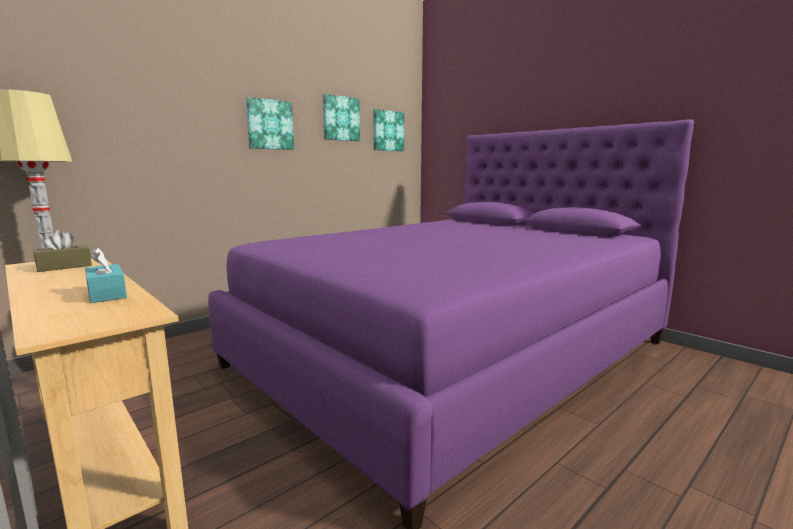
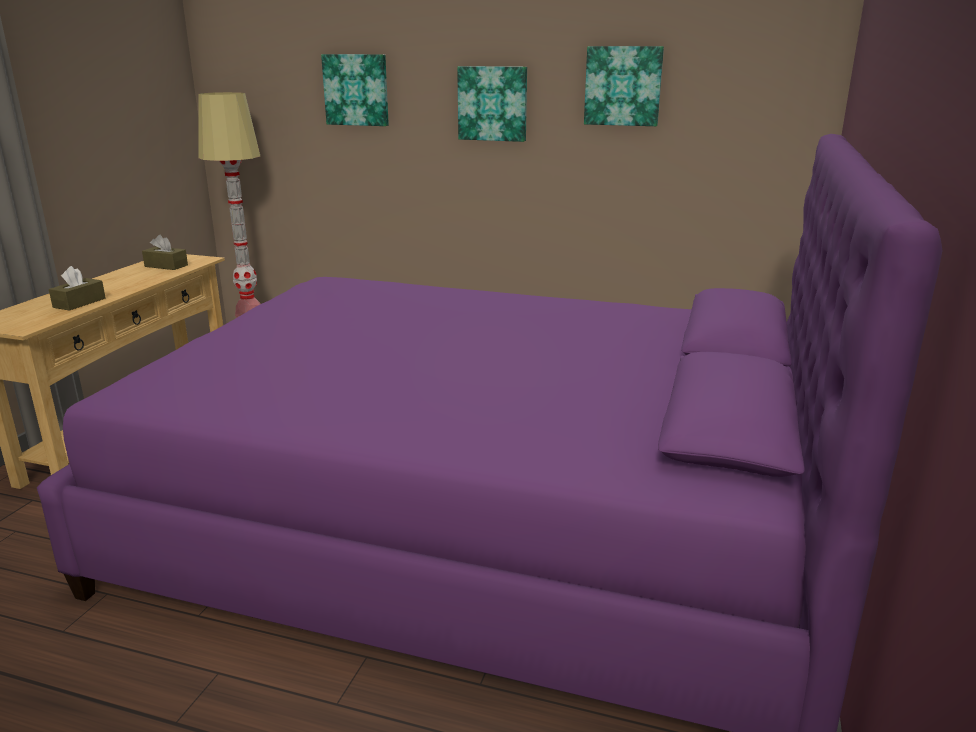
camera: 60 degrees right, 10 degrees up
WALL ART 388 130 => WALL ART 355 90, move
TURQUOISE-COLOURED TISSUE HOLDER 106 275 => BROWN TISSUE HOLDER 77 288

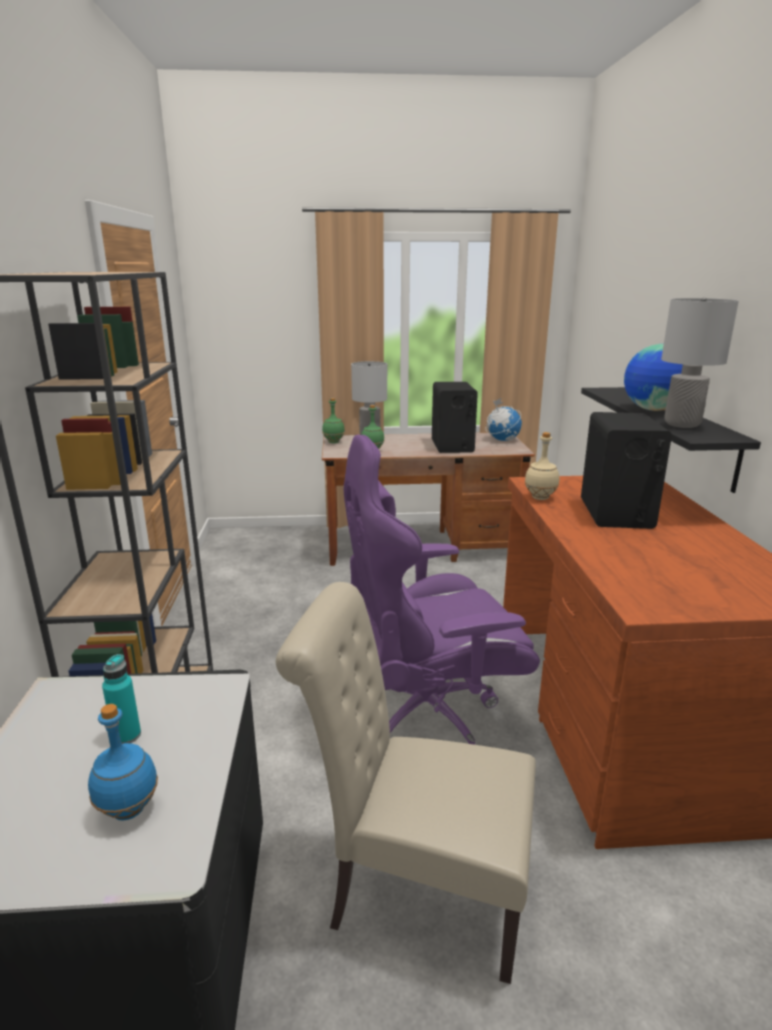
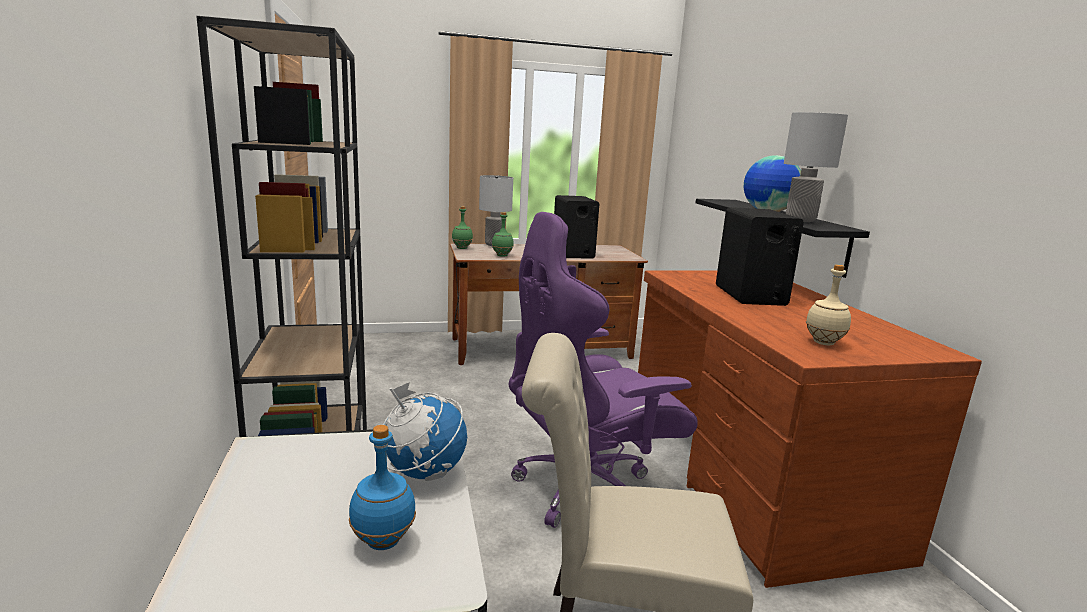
camera: 10 degrees left, 5 degrees down
WORLD GLOBE 504 419 => WORLD GLOBE 425 431, move
BEIGE DRINK BOTTLE 542 466 => BEIGE DRINK BOTTLE 828 304, move
TURQUOISE-COLOURED DRINK BOTTLE 121 699 => nothing

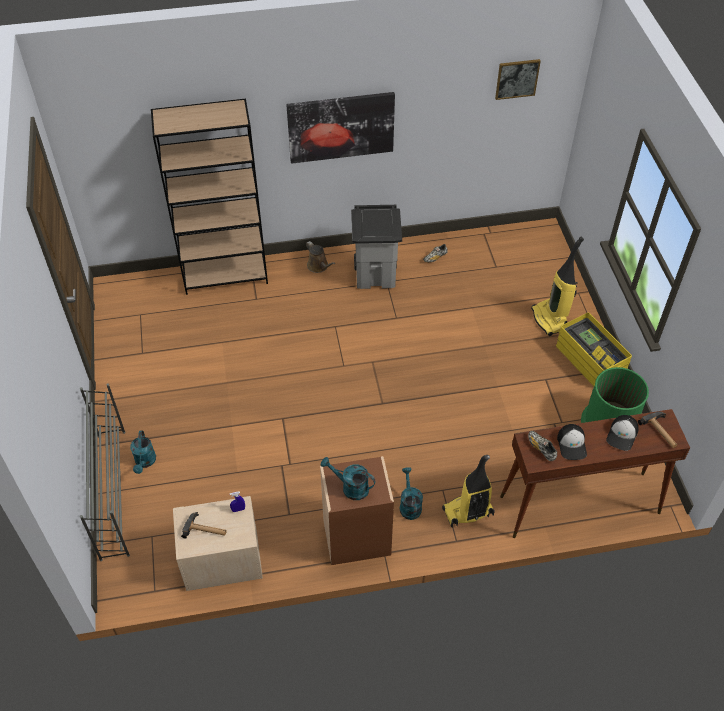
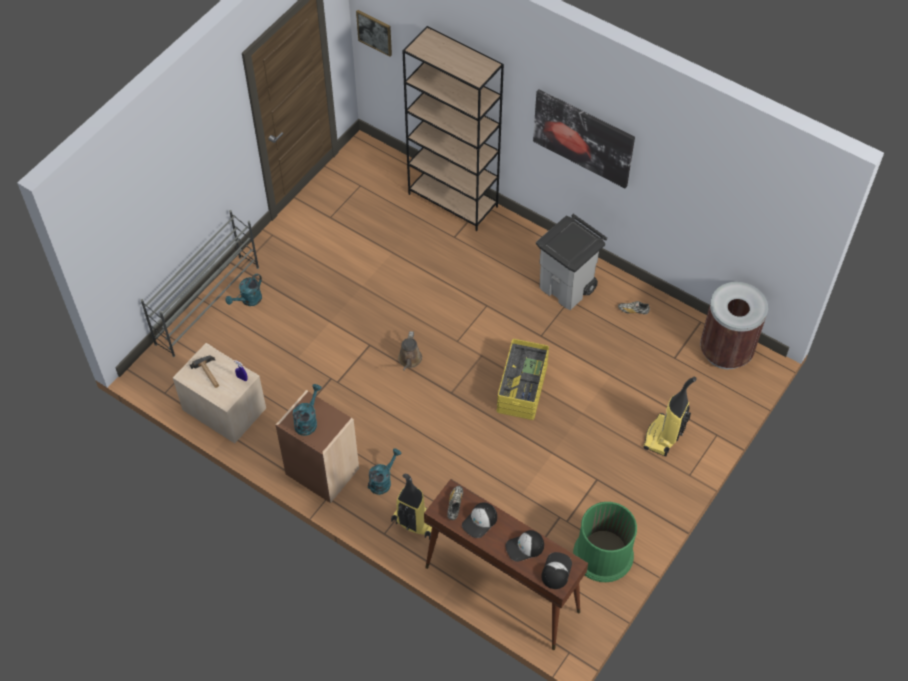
camera: 45 degrees right, 5 degrees up
WALL ART 518 79 => WALL ART 374 33, move
BROWN WATERING POT 320 257 => BROWN WATERING POT 410 351, move
YELLOW-COLOURED STORAGE CONTAINER 594 349 => YELLOW-COLOURED STORAGE CONTAINER 523 379, move
TOOL HAMMER 657 430 => PEAKED CAP 556 570
TURQUOISE-COLOURED WATERING POT 348 478 => TURQUOISE-COLOURED WATERING POT 307 410, 45 degrees clockwise
nothing => BROWN RUBBISH BIN 734 325

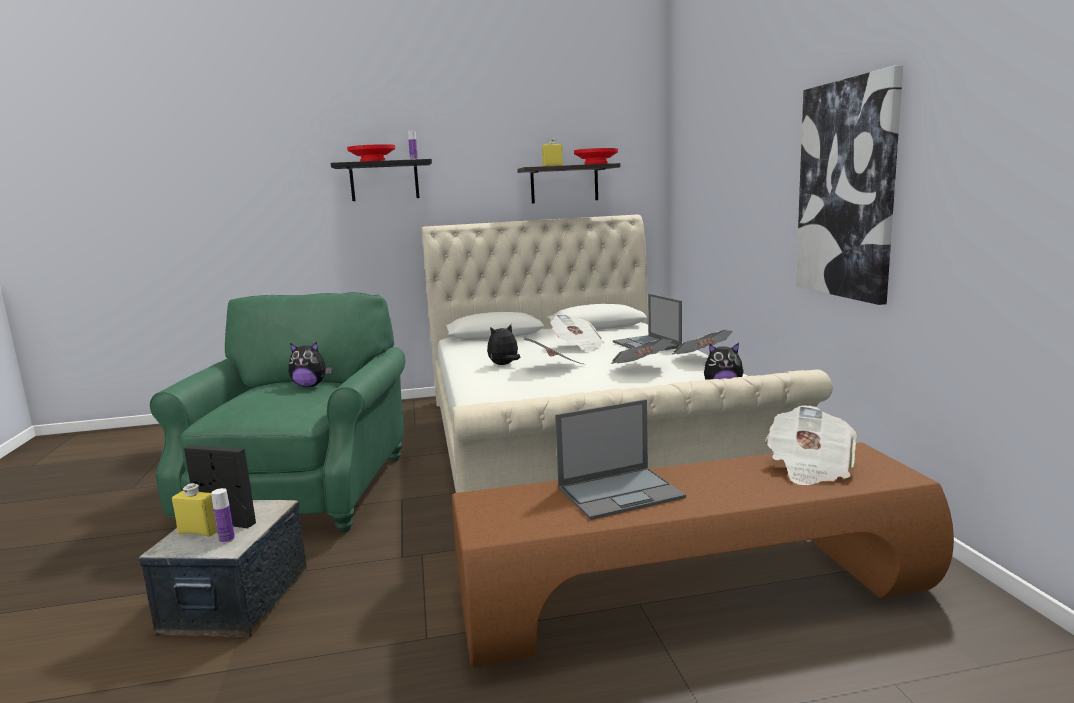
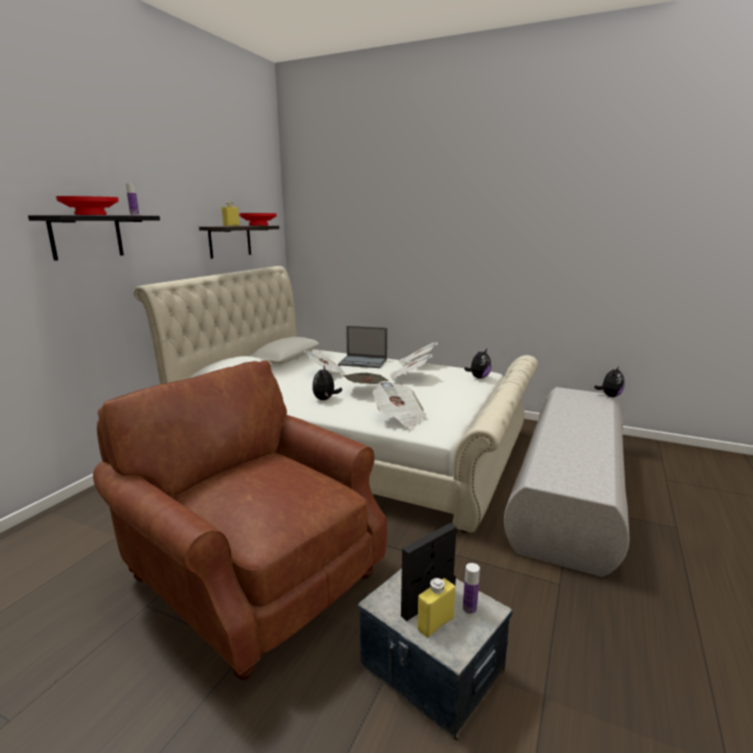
camera: 55 degrees left, 5 degrees up
WALL ART 849 185 => nothing
GREENISH EASY CHAIR 277 412 => BROWN EASY CHAIR 240 520
PLUSH TOY 310 364 => PLUSH TOY 609 381, move
PORTABLE COMPUTER 620 459 => nothing
PRINTED PAPER 811 445 => PRINTED PAPER 399 404, move
BROWN INDOOR BENCH 703 554 => GREY INDOOR BENCH 566 482

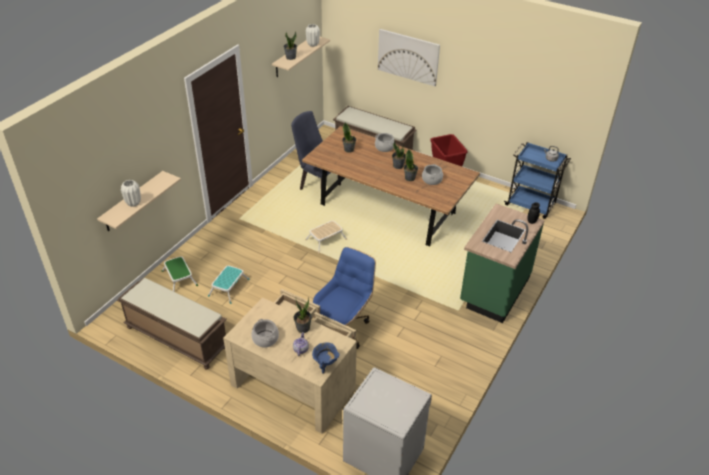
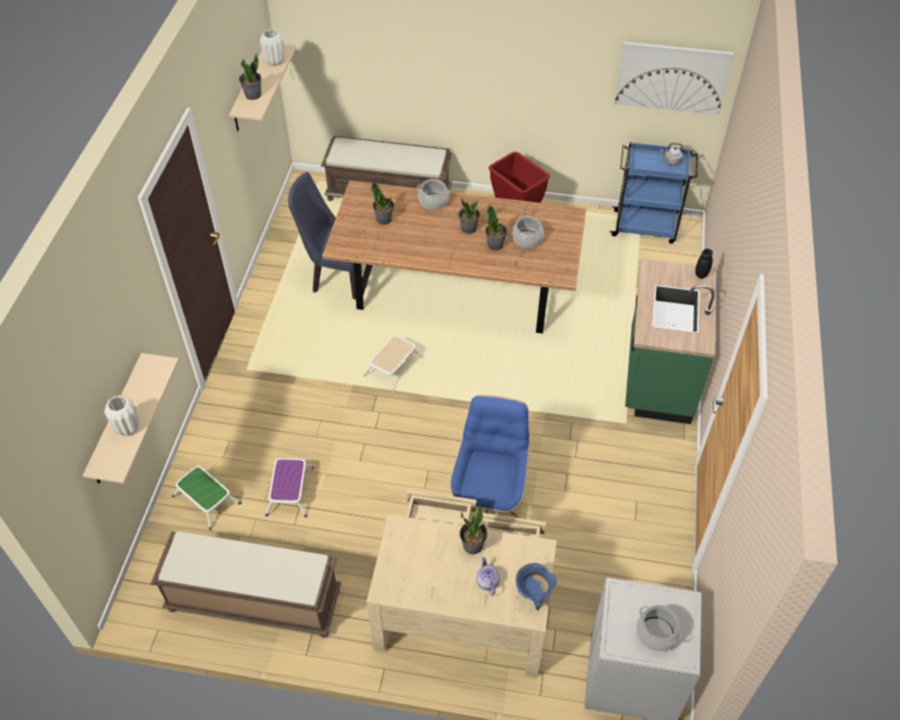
camera: 20 degrees left, 10 degrees up
WALL ART 409 57 => WALL ART 674 78, move
TURQUOISE-COLOURED STEP LADDER 229 284 => PURPLE STEP LADDER 289 488
COOKING POT 265 333 => COOKING POT 658 628, move

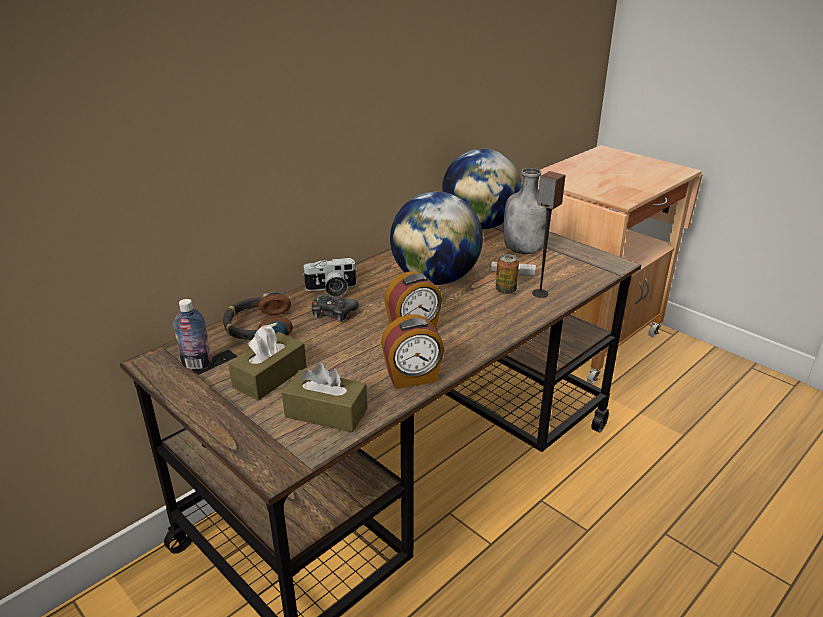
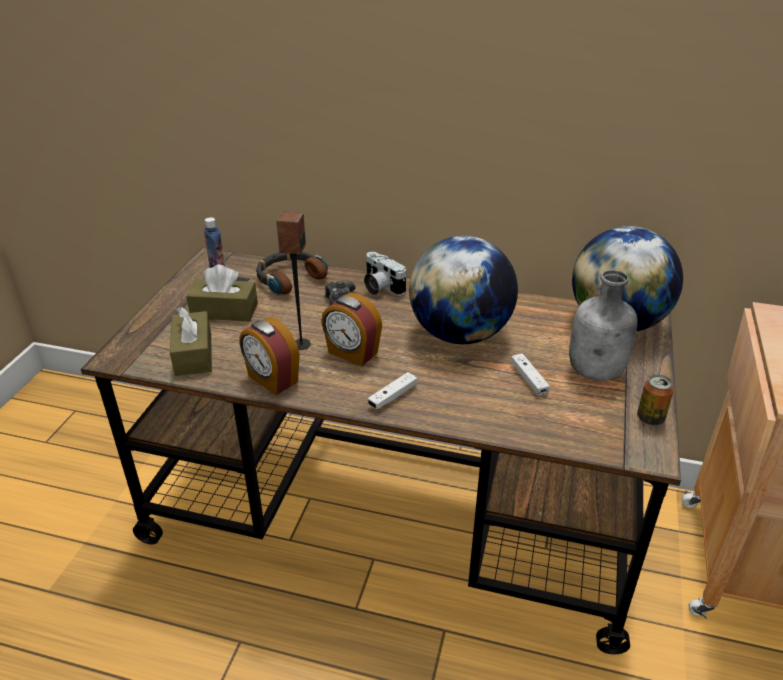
camera: 60 degrees right, 5 degrees up
SPEAKER 548 234 => SPEAKER 293 280, move
CAN 507 274 => CAN 655 399, move
nothing => WHITE JOYPAD 392 390

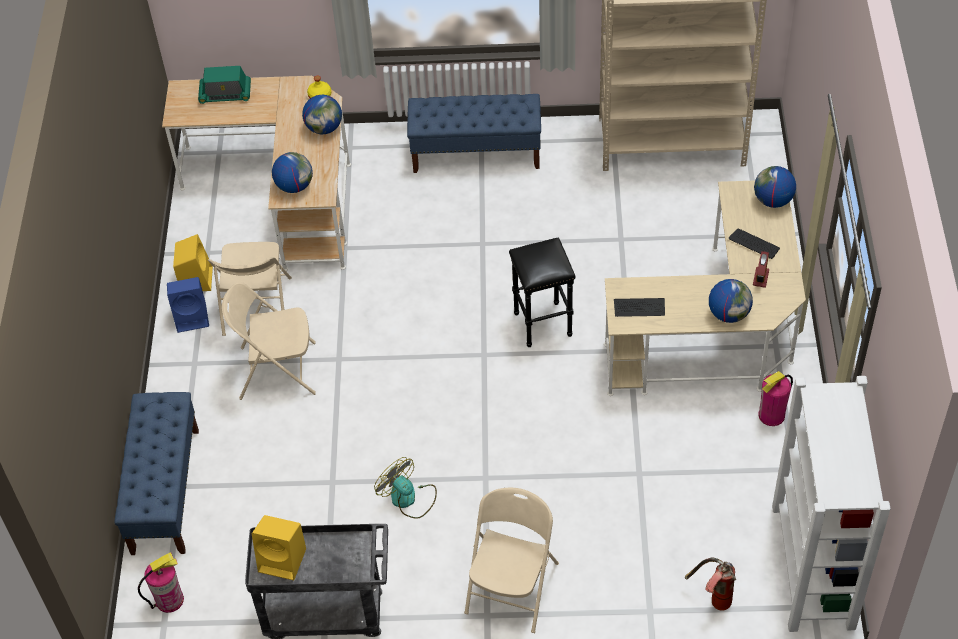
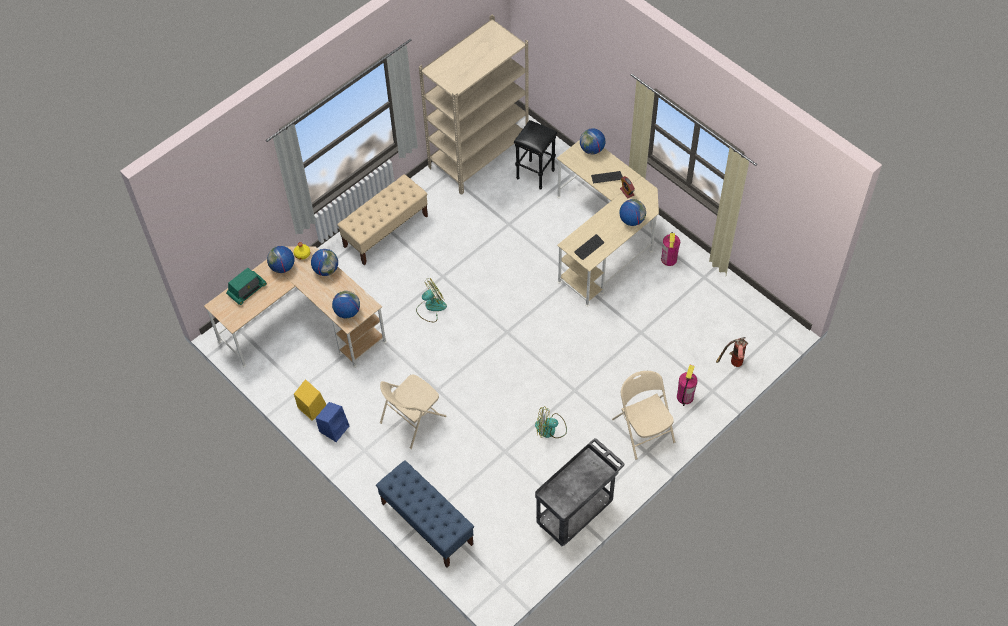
camera: 45 degrees left, 5 degrees up
BLUE INDOOR BENCH 474 133 => BEIGE INDOOR BENCH 382 219
BLACK SITTING STOOL 542 292 => BLACK SITTING STOOL 535 155, move
BEIGE UPRIGHT CHAIR 250 289 => nothing
WHITE BOOKSHELF 831 504 => nothing
YELLOW-COLOURED SPEAKER 279 548 => nothing
FIRE EXTINGUISHER 161 582 => FIRE EXTINGUISHER 687 385, move
nothing => WORLD GLOBE 280 259
nothing => ELECTRIC FAN 431 300

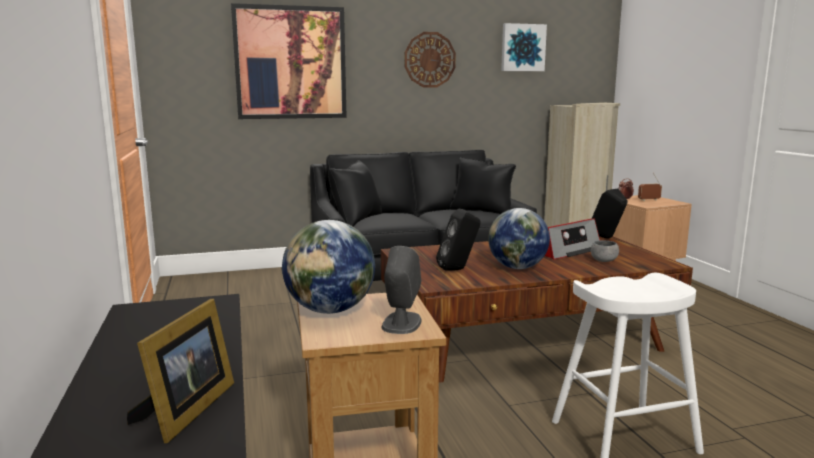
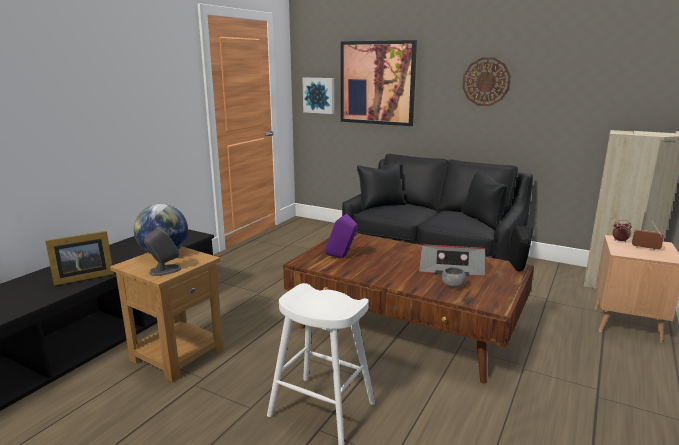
camera: 45 degrees right, 5 degrees up
WALL ART 524 47 => WALL ART 318 96, move
WORLD GLOBE 519 238 => nothing
BLACK SPEAKER 458 240 => PURPLE SPEAKER 341 236

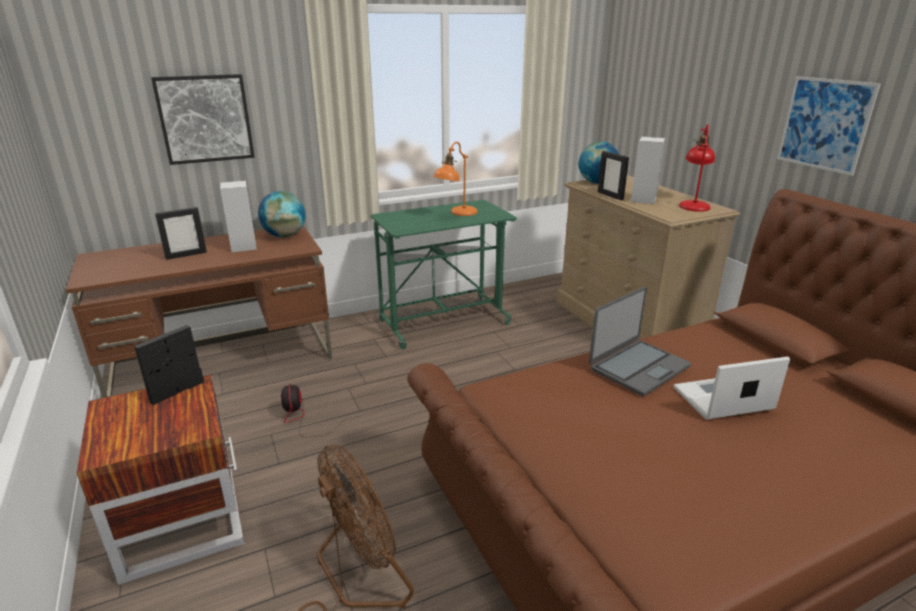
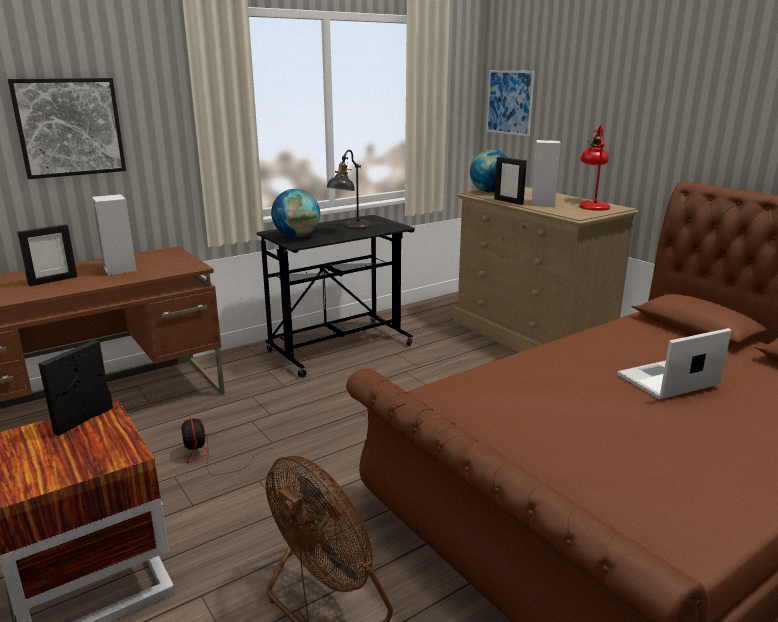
camera: 10 degrees left, 5 degrees down
WALL ART 829 126 => WALL ART 510 103, move
ORANGE-COLOURED TABLETOP LAMP 455 179 => GREY TABLETOP LAMP 349 189
WORLD GLOBE 282 214 => WORLD GLOBE 295 213, move
GREENISH DESK UNIT 444 274 => BLACK DESK UNIT 336 296
PORTABLE COMPUTER 640 341 => nothing

